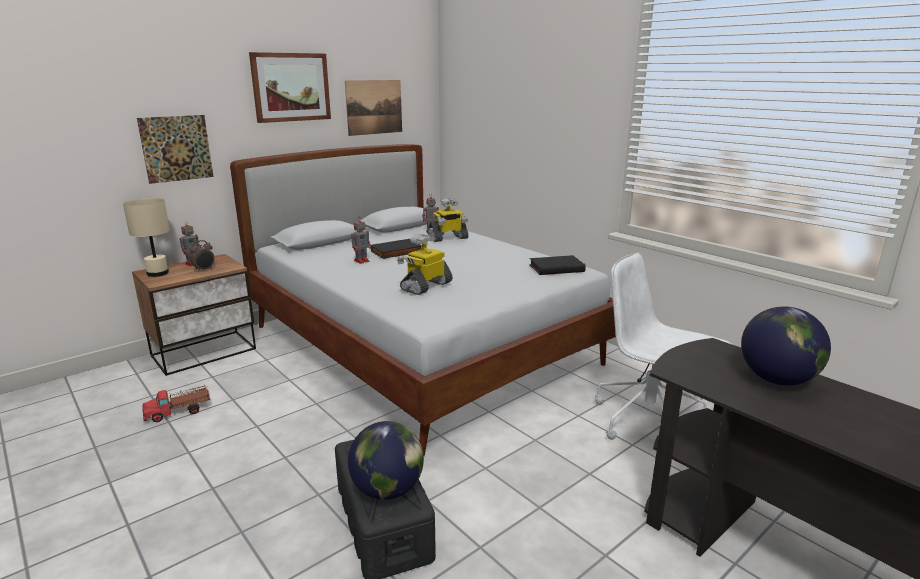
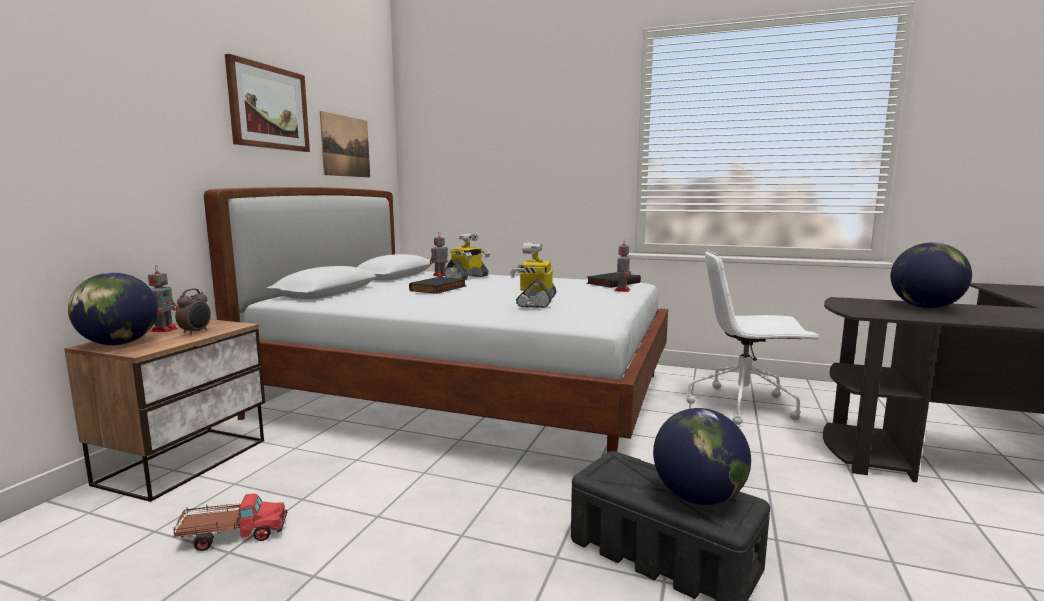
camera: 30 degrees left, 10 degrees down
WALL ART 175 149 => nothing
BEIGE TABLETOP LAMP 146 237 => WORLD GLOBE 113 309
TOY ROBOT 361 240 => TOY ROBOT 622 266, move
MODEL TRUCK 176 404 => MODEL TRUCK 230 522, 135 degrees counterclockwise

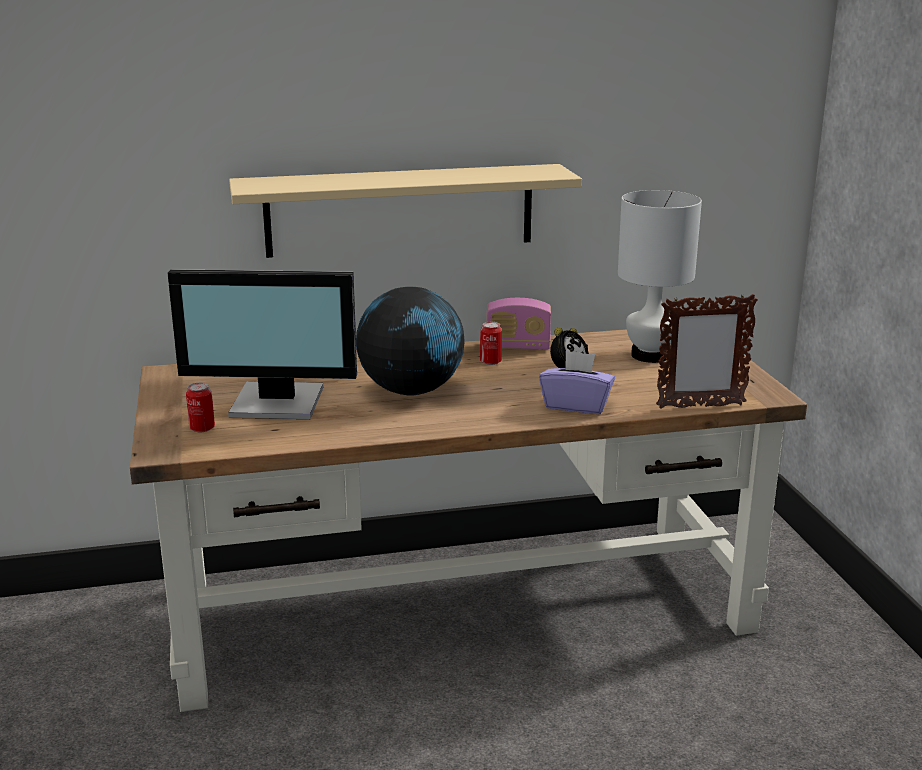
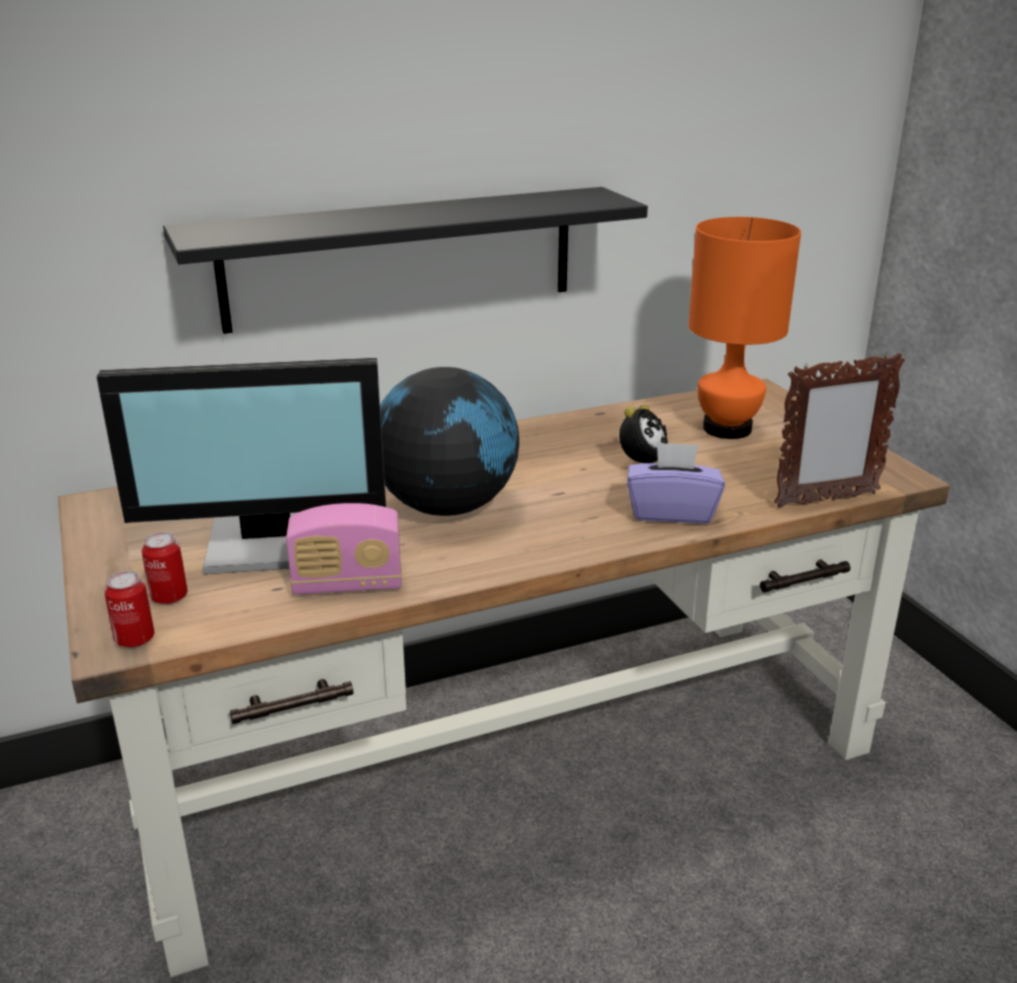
camera: 10 degrees left, 5 degrees up
BEIGE SHELF 405 211 => BLACK SHELF 405 260
WHITE TABLETOP LAMP 660 276 => ORANGE-COLOURED TABLETOP LAMP 744 328
RADIO RECEIVER 518 324 => RADIO RECEIVER 344 549, move
CAN 491 343 => CAN 129 609, move

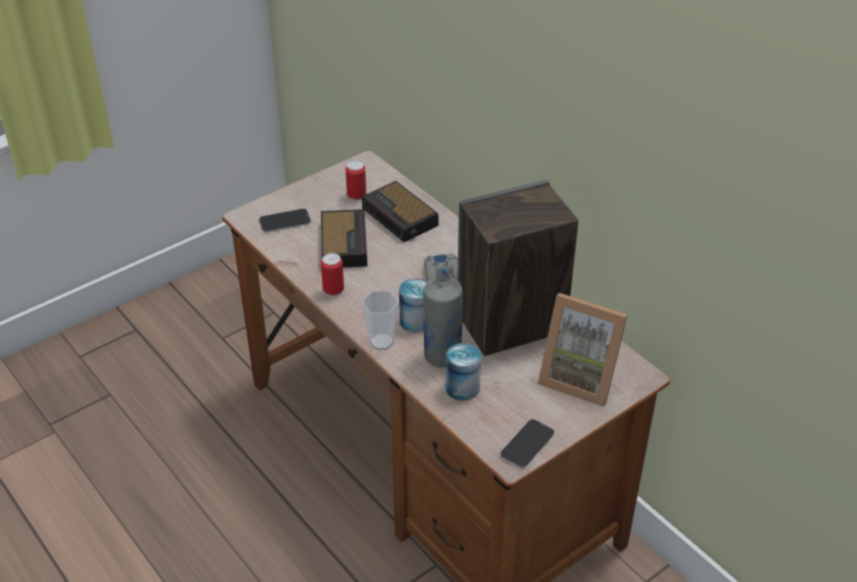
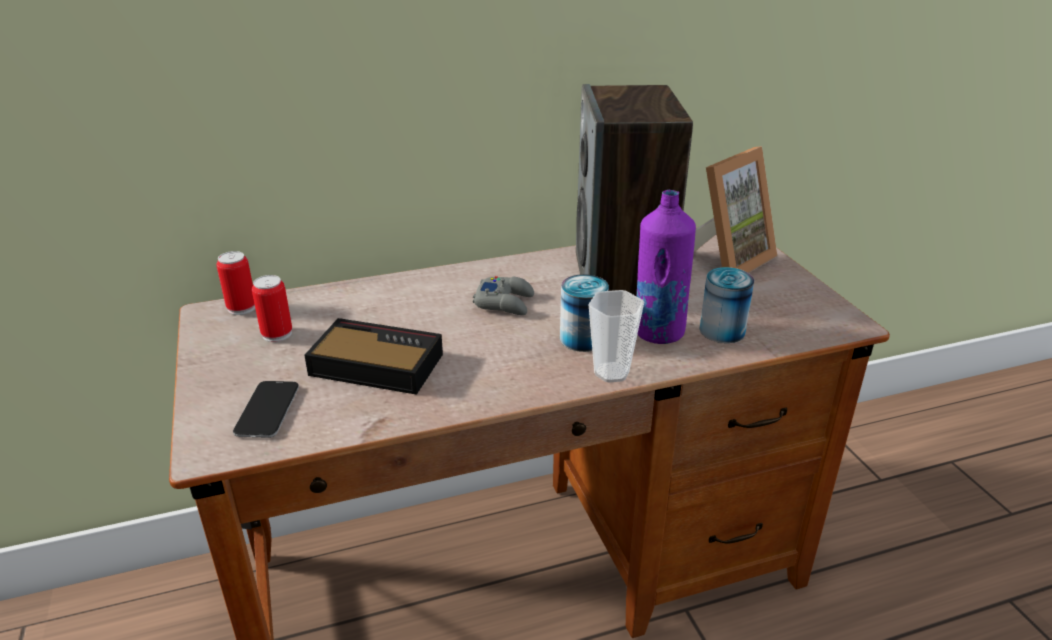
camera: 70 degrees left, 10 degrees down
TABLE CLOCK 400 211 => nothing
CAN 332 275 => CAN 235 283, move
GREY DRINK BOTTLE 443 317 => PURPLE DRINK BOTTLE 666 267
PHONE 527 443 => nothing

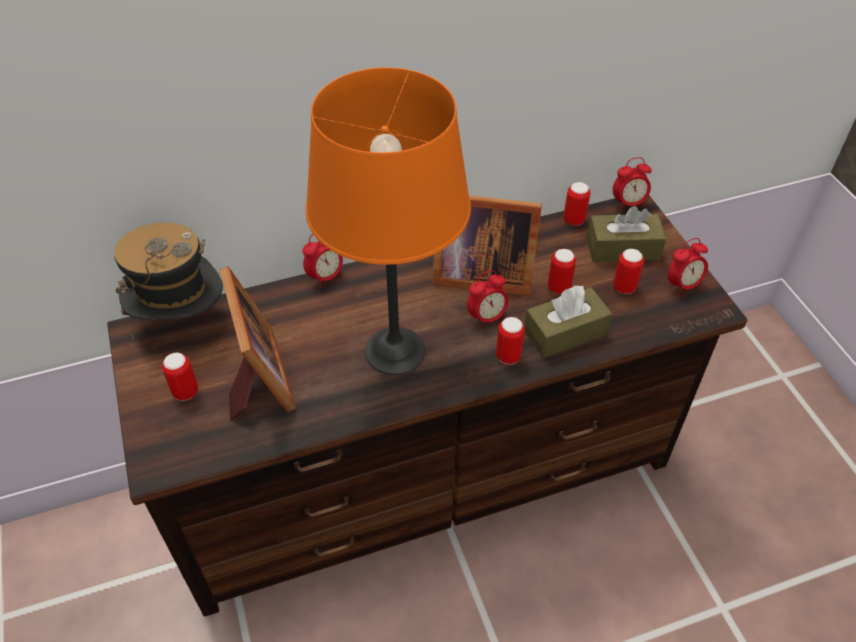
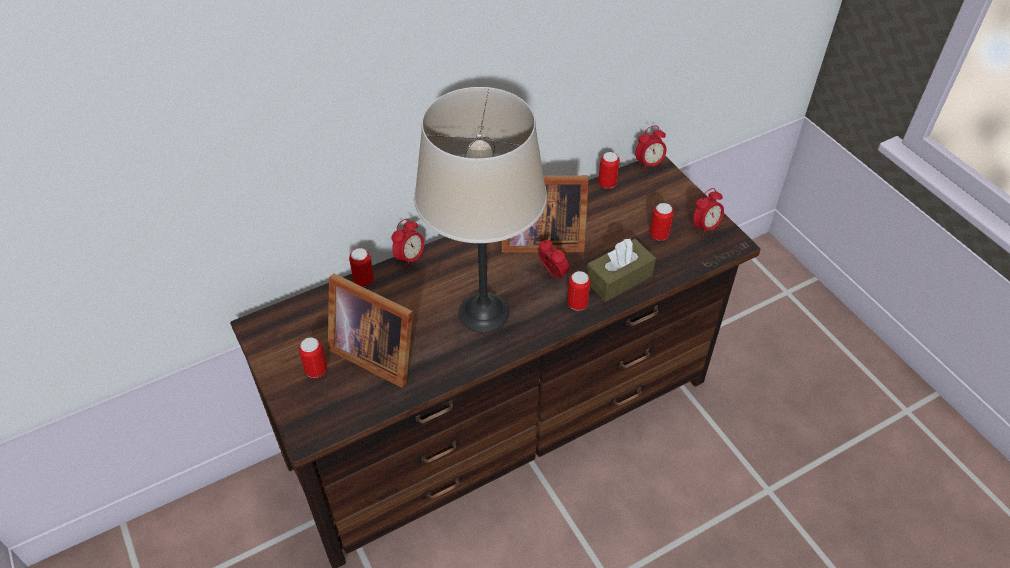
camera: 10 degrees left, 0 degrees up
ORANGE-COLOURED TABLETOP LAMP 388 221 => BEIGE TABLETOP LAMP 480 209
BROWN TISSUE HOLDER 626 234 => nothing
CLOTHING HAT 168 280 => nothing
CAN 562 271 => CAN 361 267, move
PICTURE FRAME 258 343 => PICTURE FRAME 370 330, 150 degrees clockwise
TABLE CLOCK 488 299 => TABLE CLOCK 554 259, 90 degrees counterclockwise

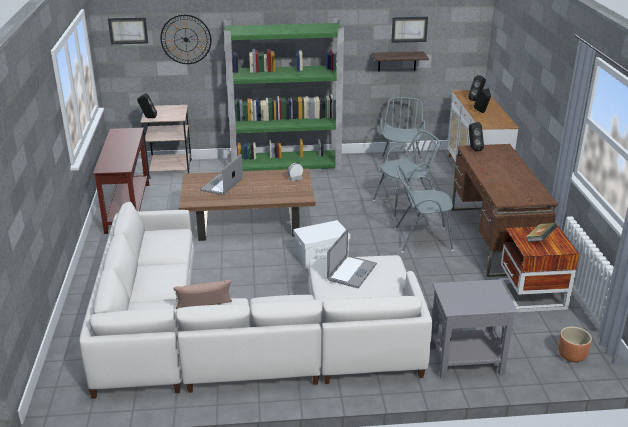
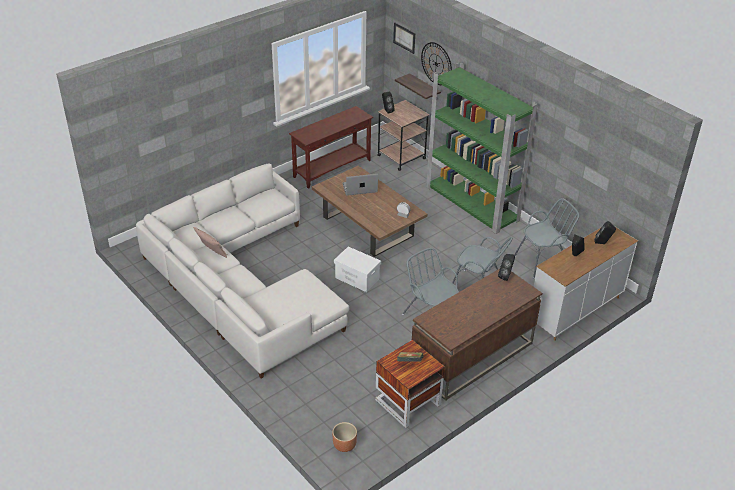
camera: 55 degrees right, 10 degrees up
WALL ART 409 30 => nothing
SHELF 400 61 => SHELF 418 86, move
PORTABLE COMPUTER 352 258 => nothing
GREY SIDE TABLE 474 329 => nothing

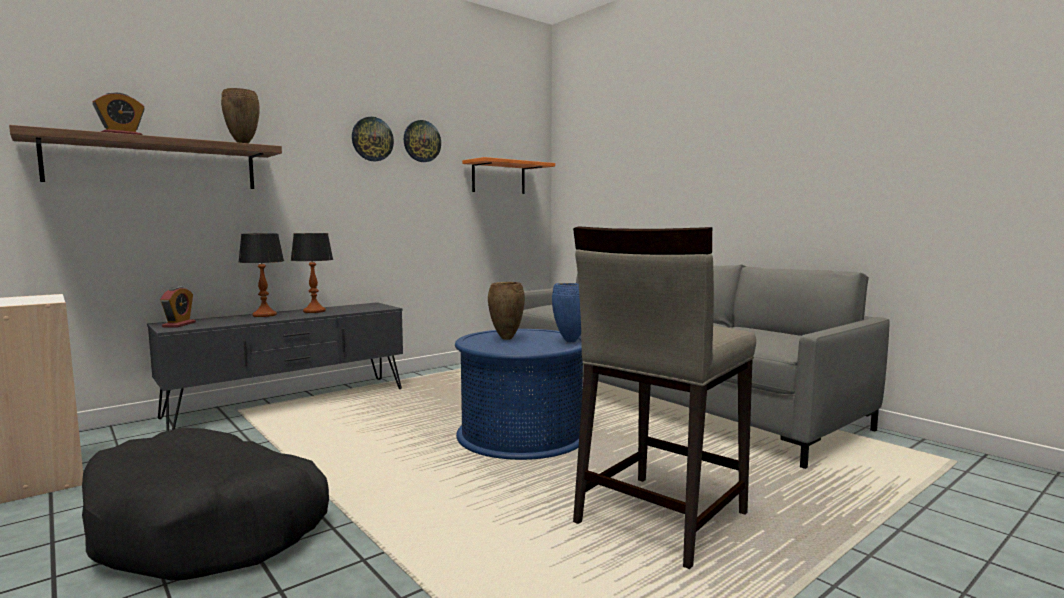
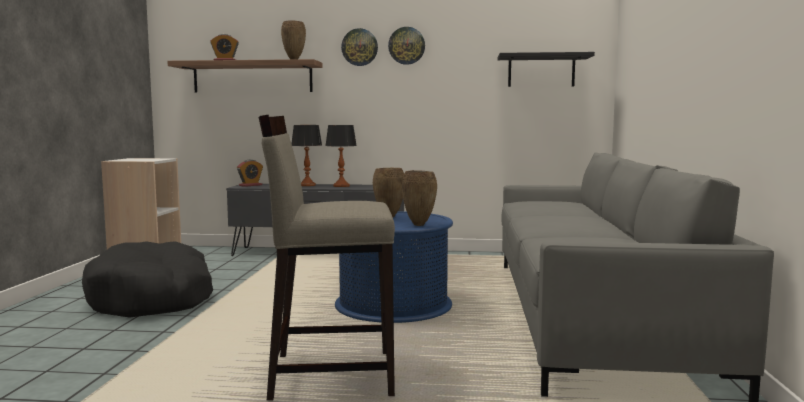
camera: 45 degrees right, 0 degrees up
CLOCK ON THE WALL 422 141 => CLOCK ON THE WALL 359 47, move
ORANGE-COLOURED SHELF 508 175 => BLACK SHELF 546 69
BLUE FLOWER VASE 566 312 => BROWN FLOWER VASE 419 198

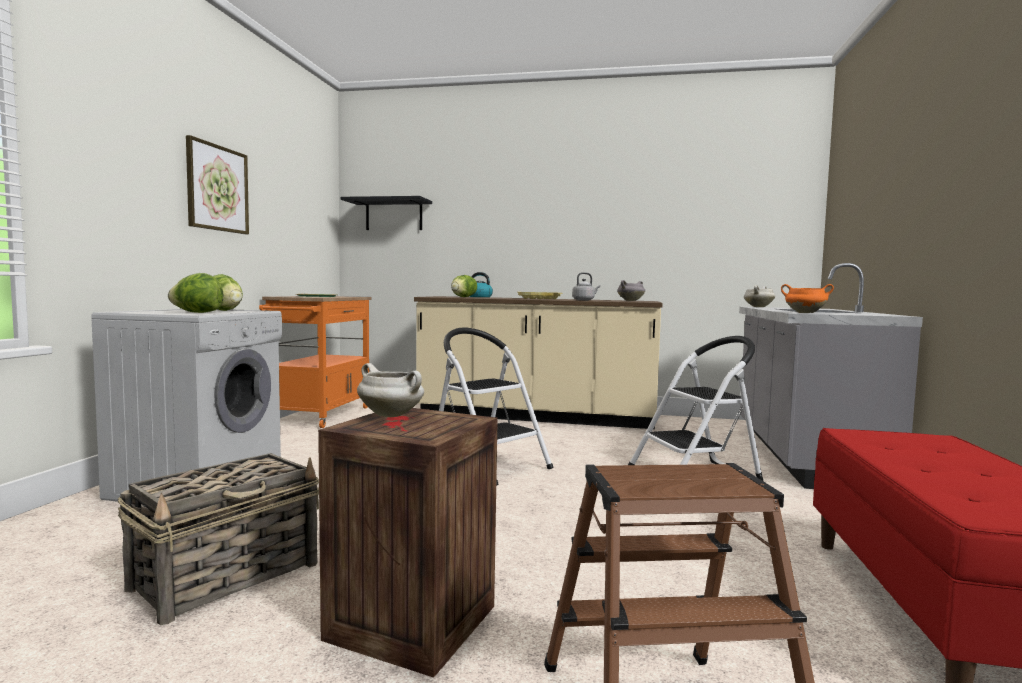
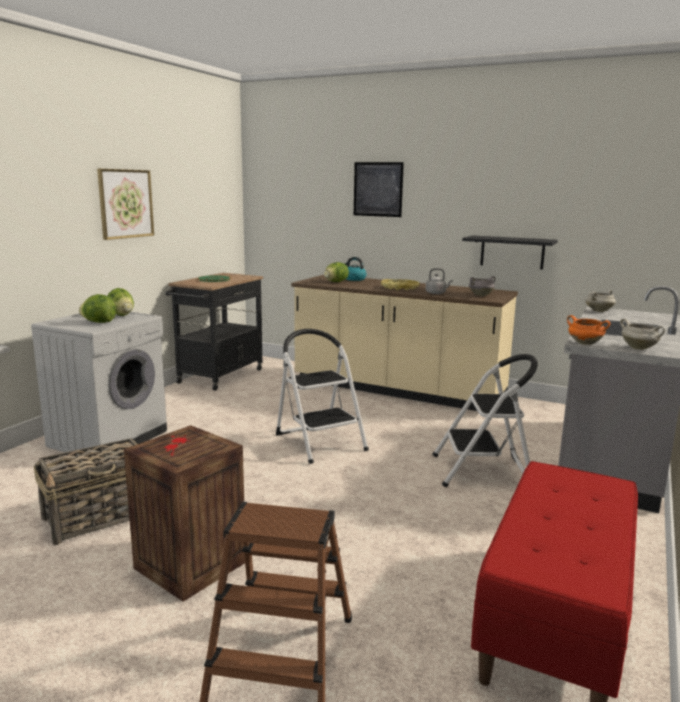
camera: 15 degrees right, 10 degrees up
BLACK SHELF 386 213 => BLACK SHELF 510 252, move
ORANGE-COLOURED WHEELED CART 315 362 => BLACK WHEELED CART 214 332
WHITE COOKING POT 390 390 => WHITE COOKING POT 642 334, move
nothing => WALL ART 379 189

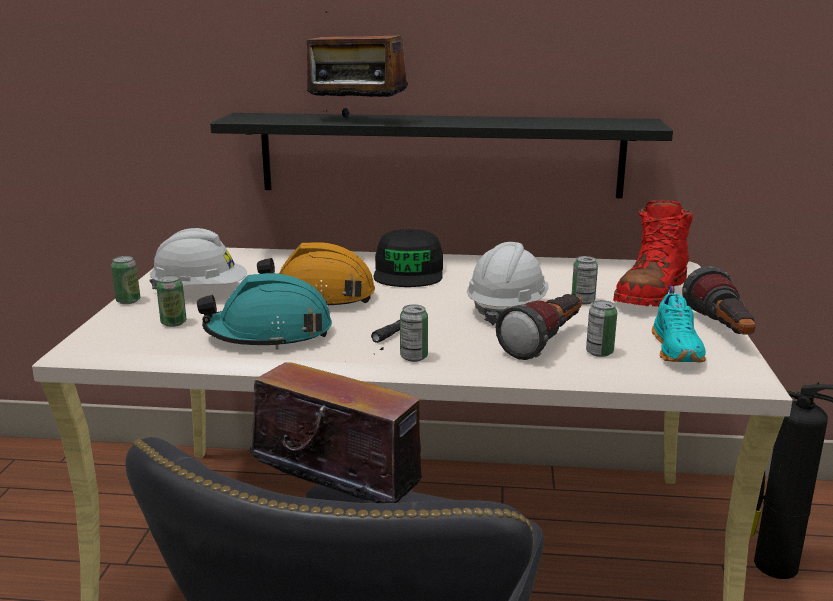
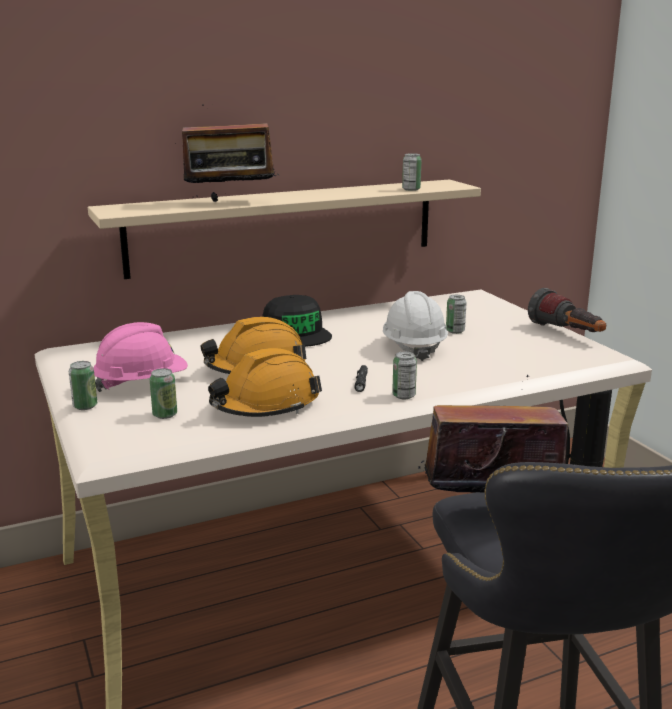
camera: 30 degrees left, 0 degrees up
BLACK SHELF 441 155 => BEIGE SHELF 284 229
RED-COLOURED HIGH-TOP BOOT 653 253 => nothing
WHITE WORK HELMET 198 259 => PINKISH WORK HELMET 140 357
TURQUOISE-COLOURED WORK HELMET 264 311 => ORANGE-COLOURED WORK HELMET 265 382
TURQUOISE-COLOURED SHOE 679 324 => nothing
TORCH 539 327 => nothing
CAN 601 328 => CAN 412 172, move

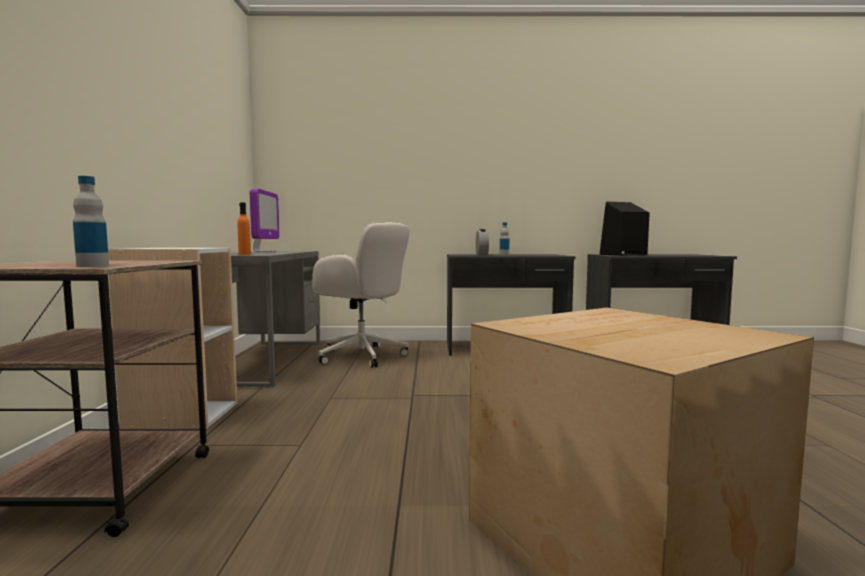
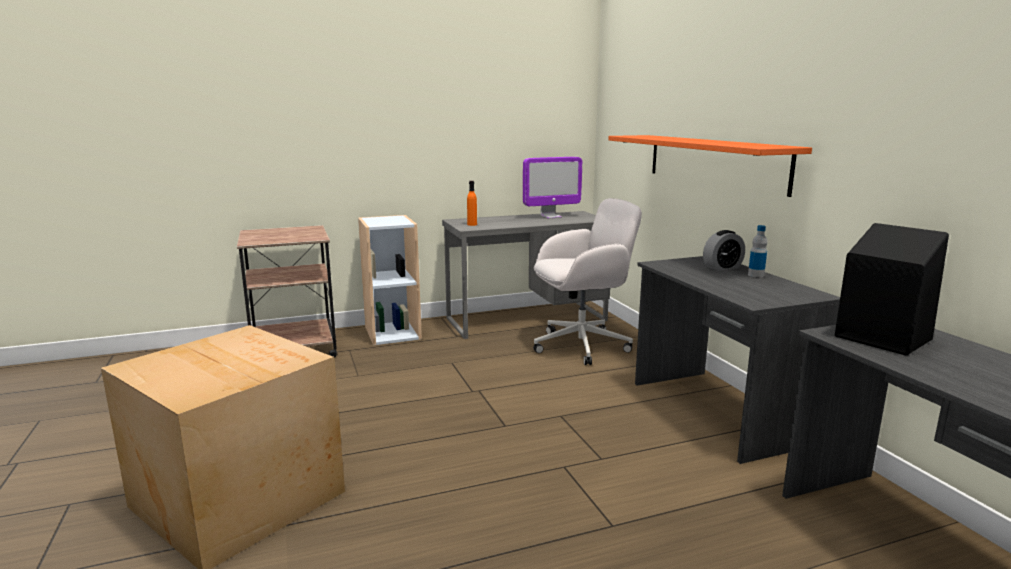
camera: 70 degrees right, 10 degrees up
DRINK BOTTLE 91 221 => nothing
WHITE DESK CHAIR 361 295 => WHITE DESK CHAIR 587 281, 120 degrees counterclockwise
nothing => ORANGE-COLOURED SHELF 710 166

